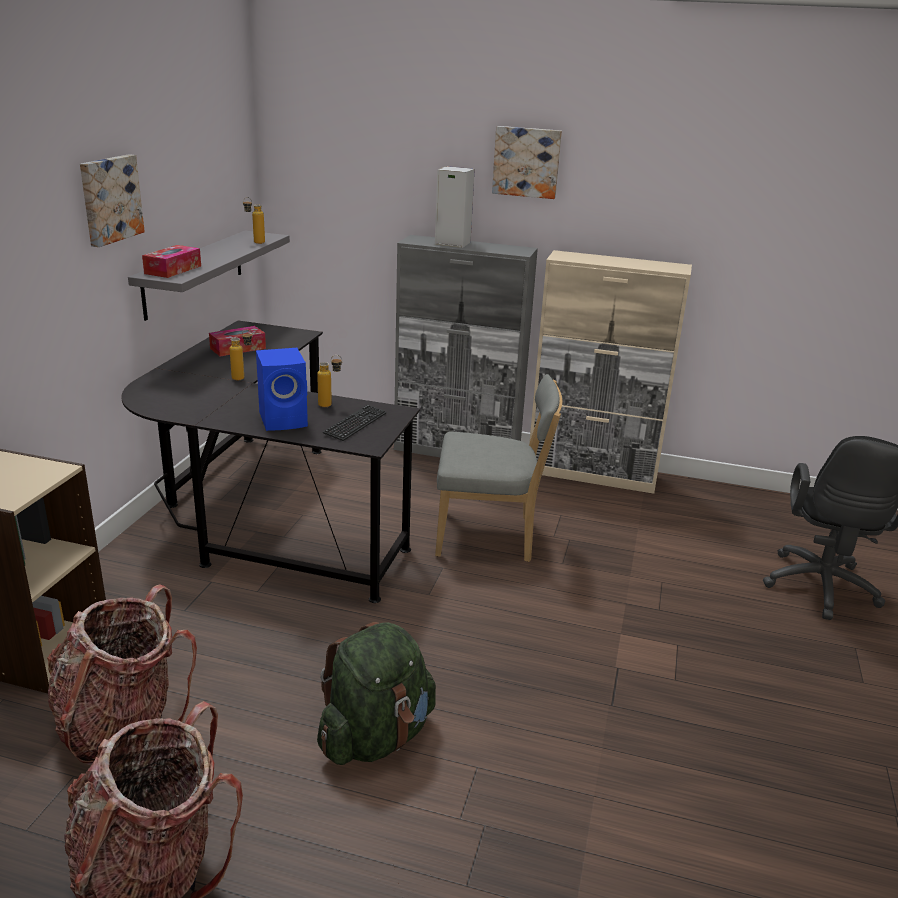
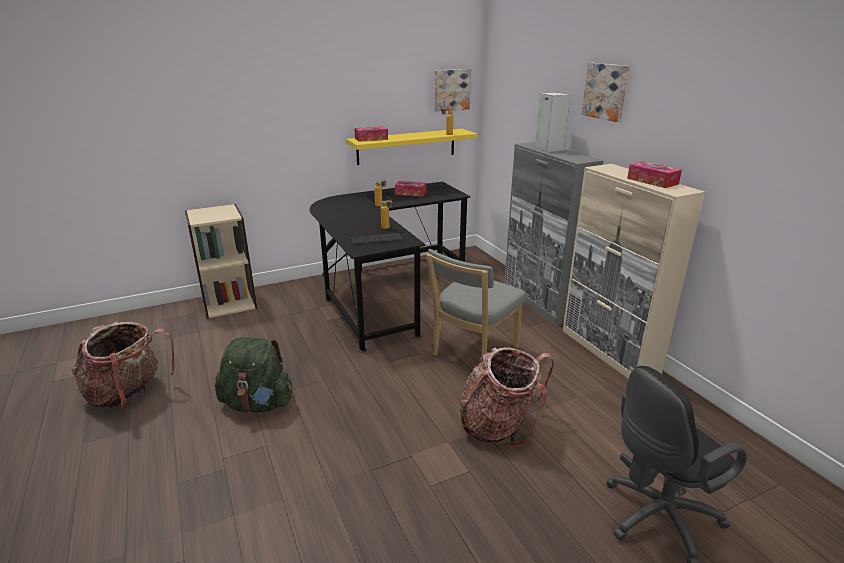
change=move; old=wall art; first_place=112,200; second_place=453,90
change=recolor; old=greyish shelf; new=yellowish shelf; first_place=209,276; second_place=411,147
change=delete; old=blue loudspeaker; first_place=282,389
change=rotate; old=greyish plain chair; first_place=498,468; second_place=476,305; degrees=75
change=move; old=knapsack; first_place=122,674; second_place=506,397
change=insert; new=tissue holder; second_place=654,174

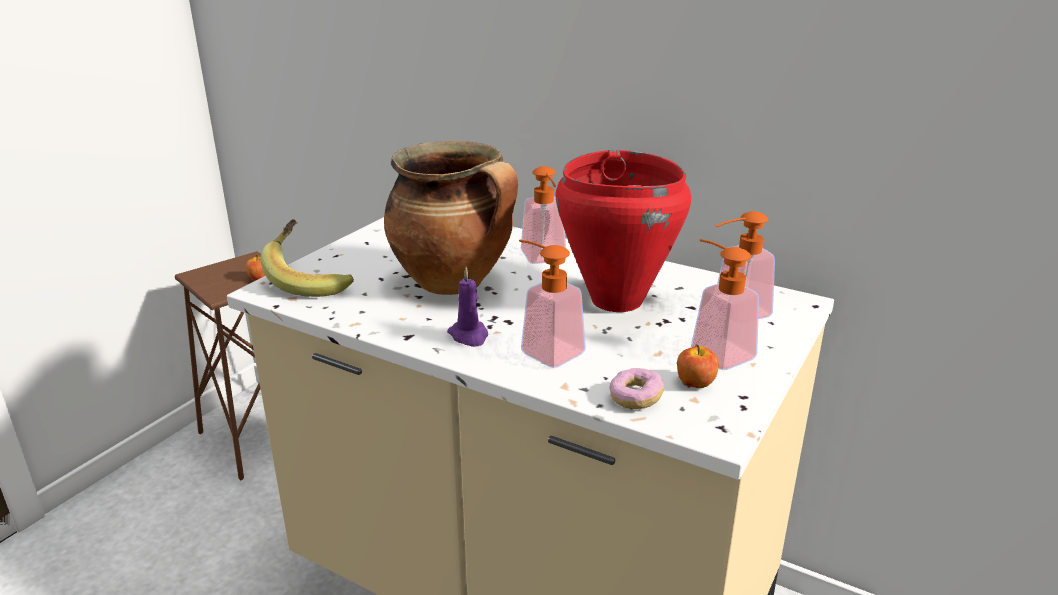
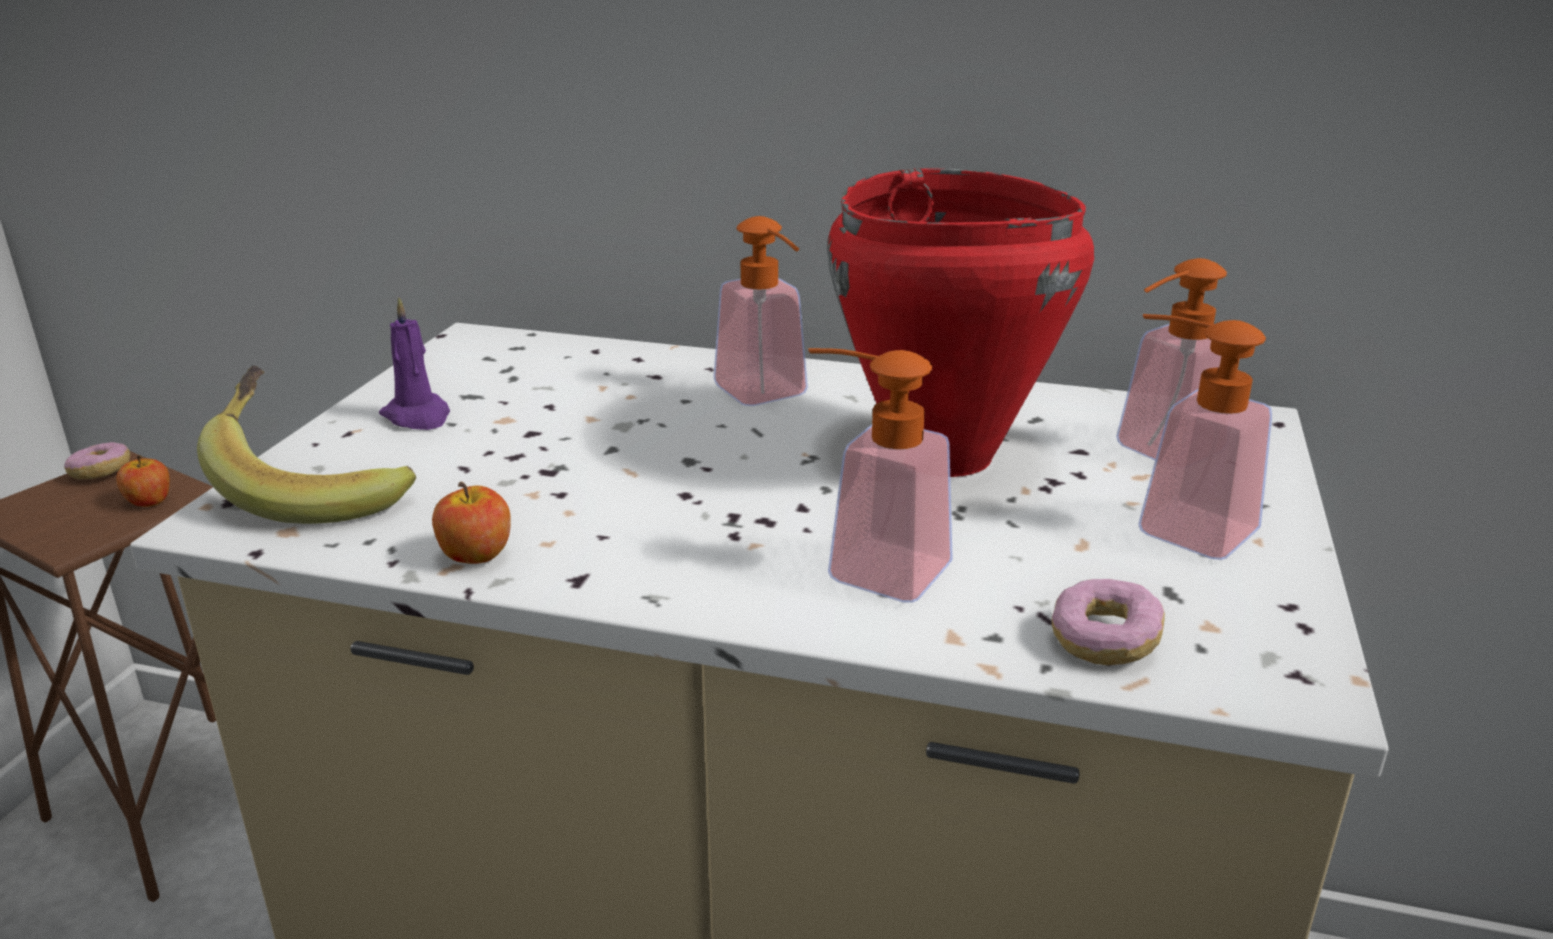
change=delete; old=stockpot; first_place=451,218
change=move; old=purplish candle; first_place=467,307; second_place=414,363
change=move; old=apple; first_place=698,366; second_place=471,523
change=insert; new=ring doughnut; second_place=97,461

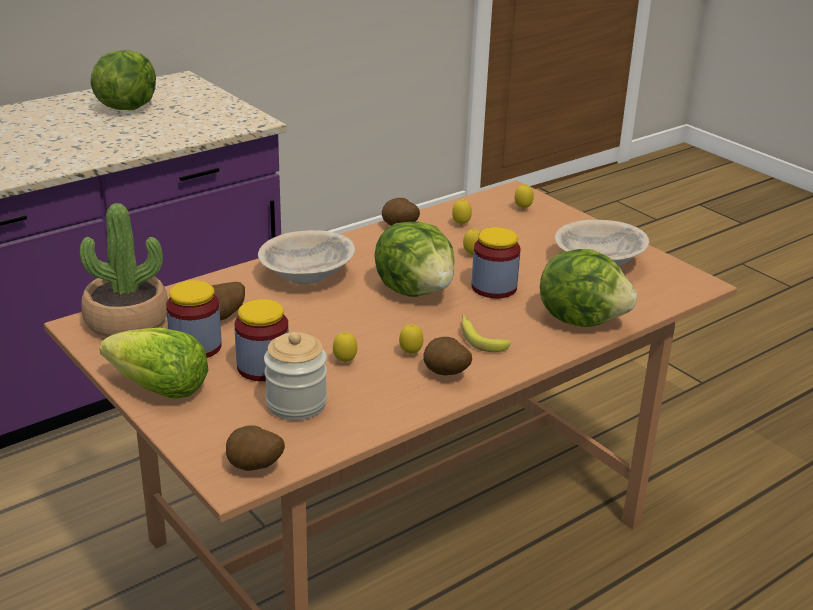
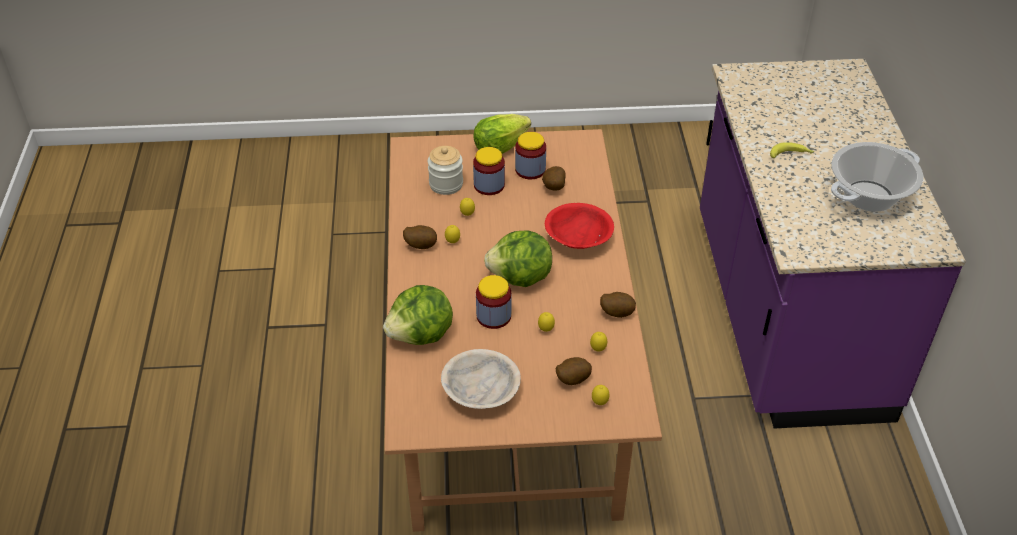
change=replace; old=lettuce; new=stockpot; first_place=123,80; second_place=877,177
change=delete; old=plant in a pot; first_place=124,270
change=recolor; old=beige-coloured deep dish; new=reddish deep dish; first_place=306,257; second_place=579,226
change=move; old=whole banana; first_place=486,333; second_place=792,150
change=move; old=spud; first_place=255,448; second_place=574,371

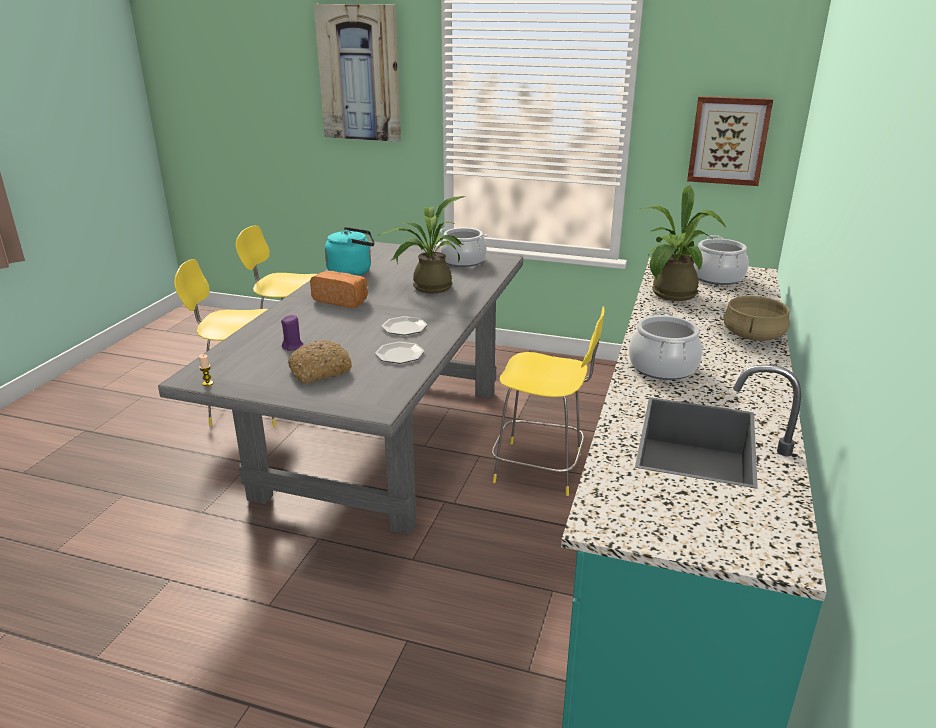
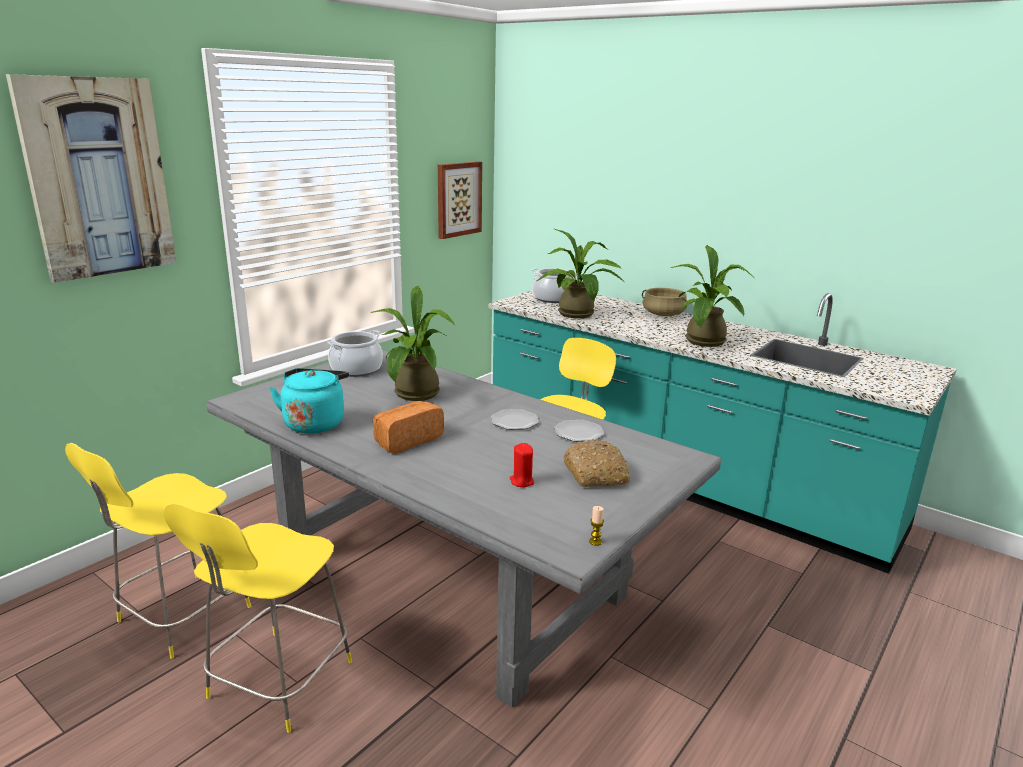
change=replace; old=stockpot; new=plant in a pot; first_place=665,345; second_place=712,296
change=recolor; old=purplish candle; new=reddish candle; first_place=292,333; second_place=522,465

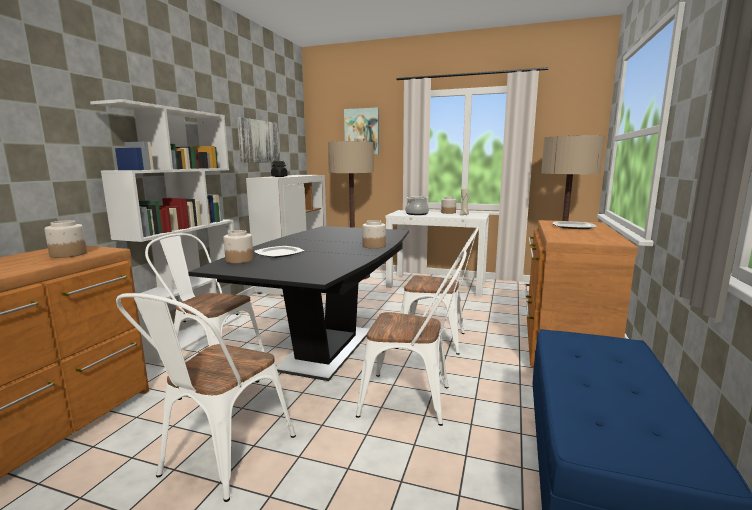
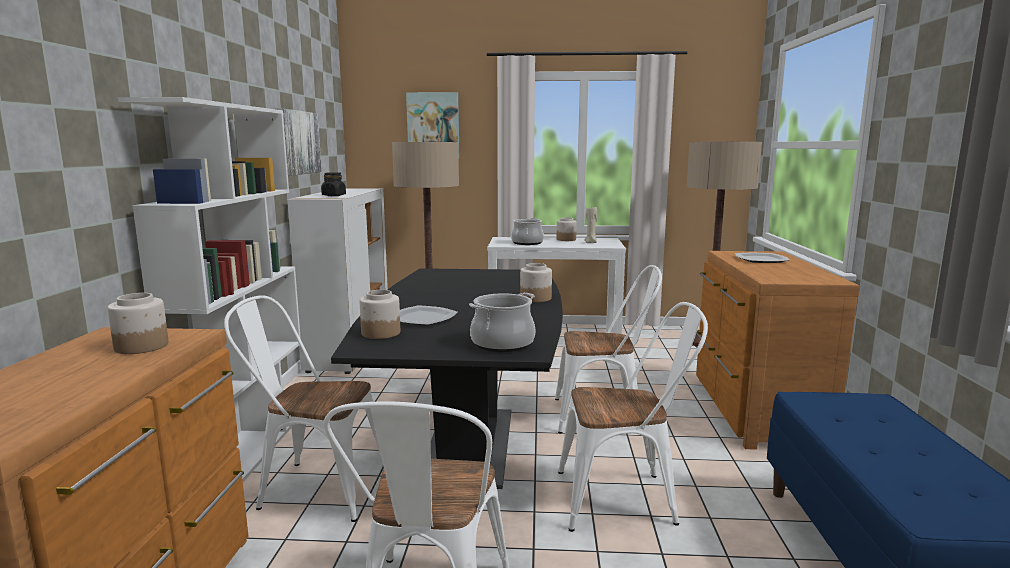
change=insert; new=stockpot; second_place=502,322

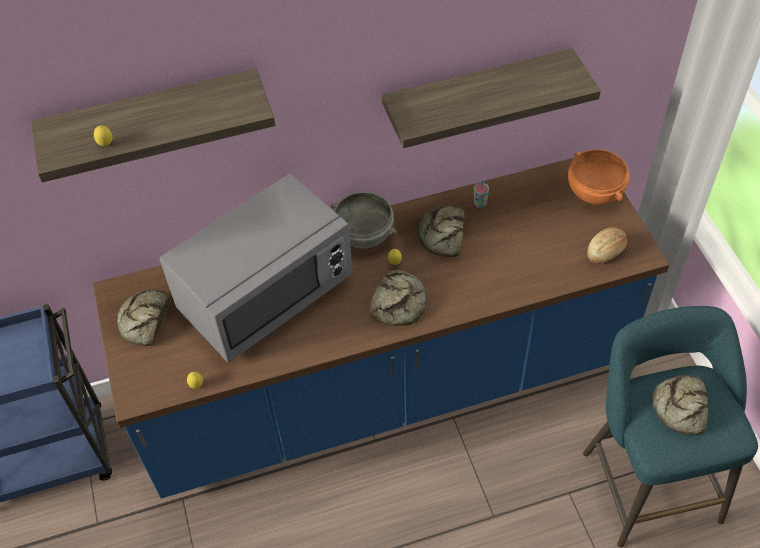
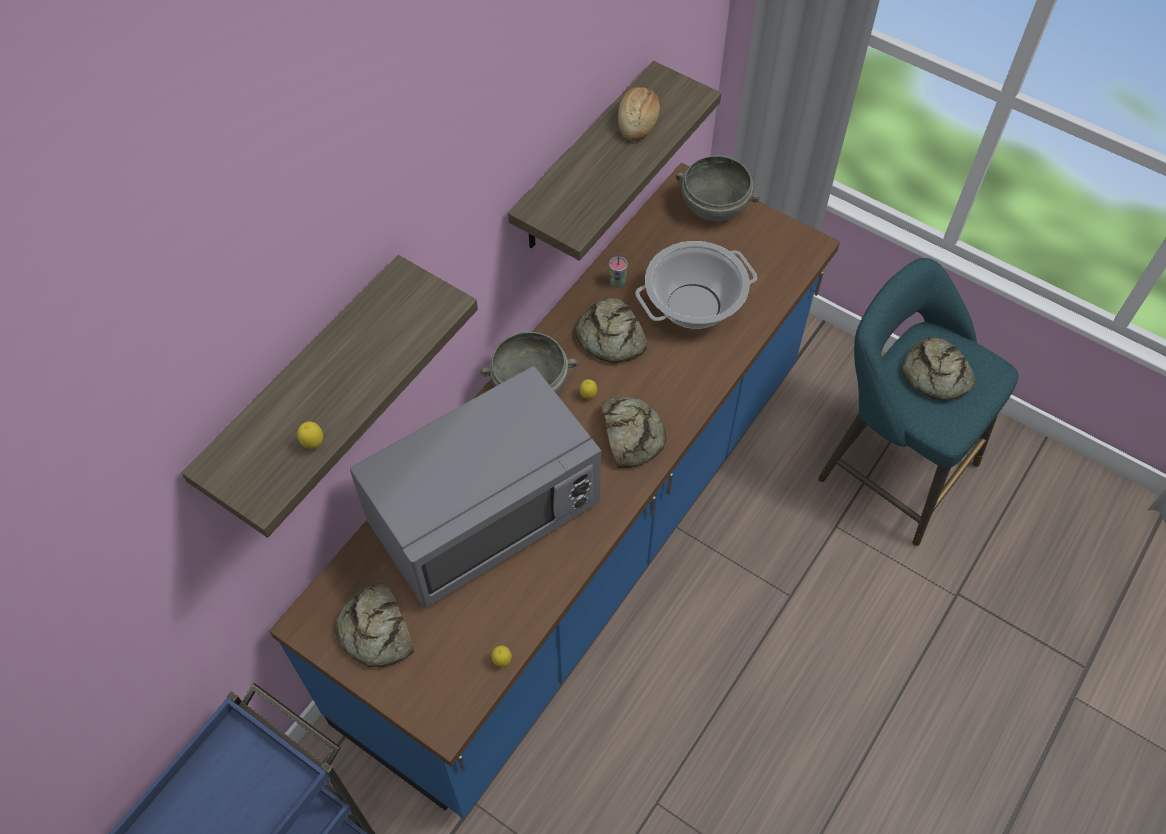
change=recolor; old=orange-coloured deep dish; new=greyish deep dish; first_place=599,177; second_place=718,188
change=rotate; old=greyish kitchen microwave; first_place=256,268; second_place=475,486; degrees=45
change=move; old=bakery bread; first_place=607,245; second_place=639,114
change=insert; new=stockpot; second_place=696,285

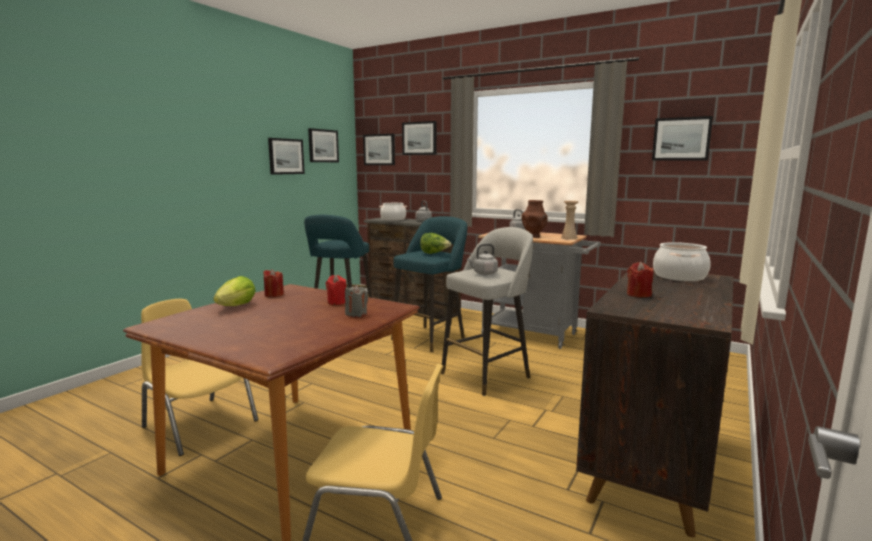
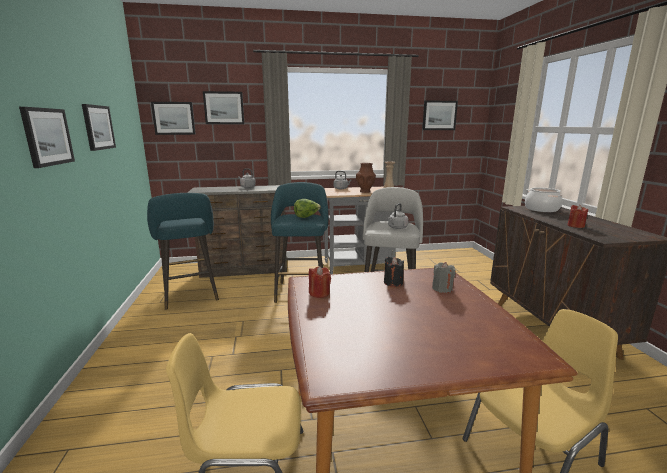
change=move; old=wall art; first_place=323,145; second_place=47,137
change=delete; old=stockpot; first_place=393,212
change=recolor; old=reddish candle; new=blackish candle; first_place=336,290; second_place=394,272
change=delete; old=lettuce; first_place=234,291

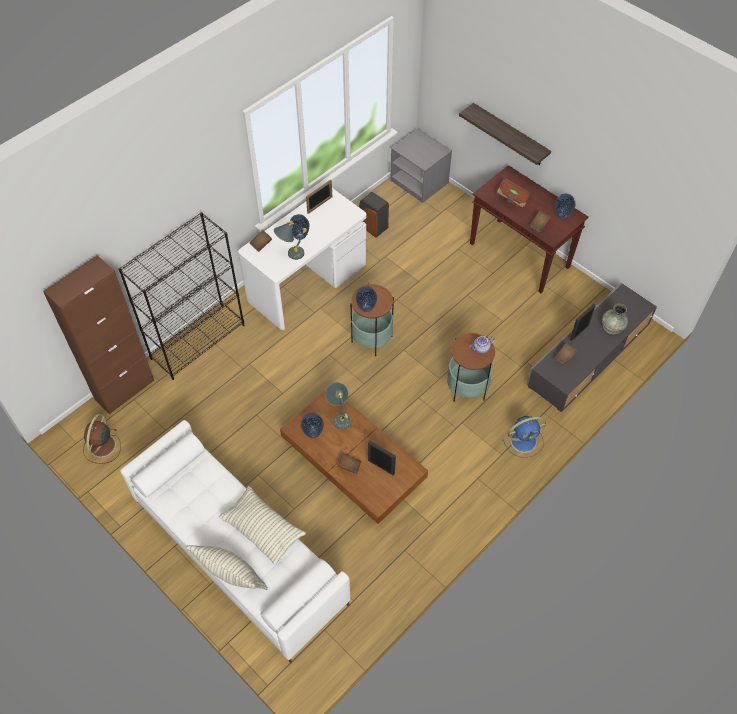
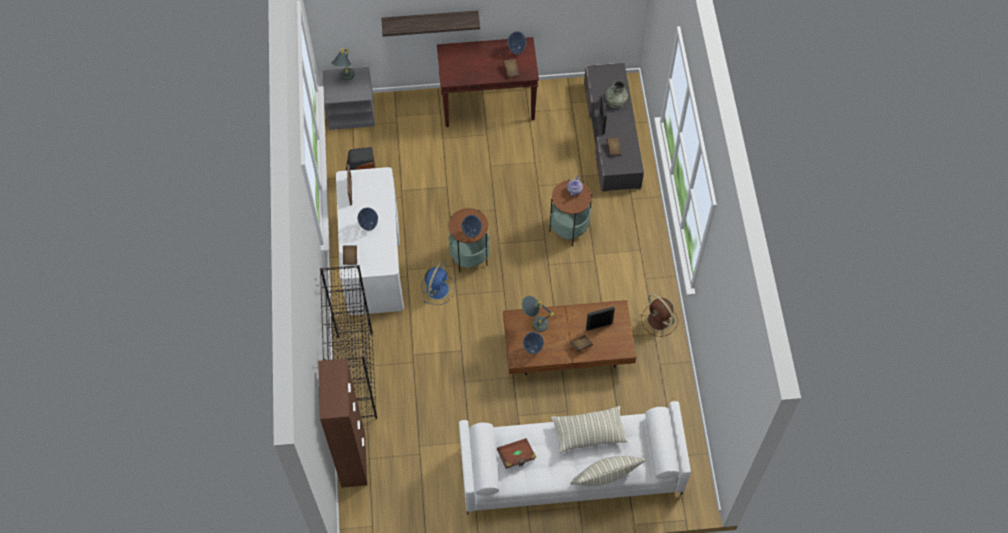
change=move; old=brown-coloured bound book; first_place=513,193; second_place=516,453
change=move; old=greyish lamp for a table; first_place=290,240; second_place=343,64
change=move; old=brown-coloured fan; first_place=102,439; second_place=659,315
change=move; old=blue fan; first_place=524,437; second_place=438,283

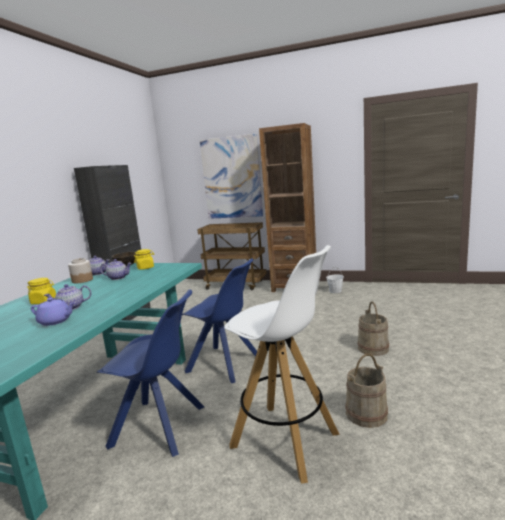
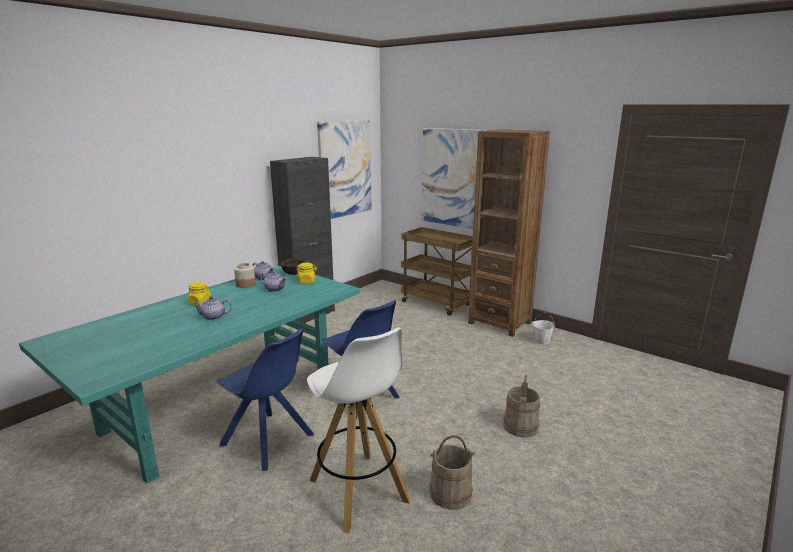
change=delete; old=purplish tea pot; first_place=53,312
change=insert; new=wall art; second_place=344,169

